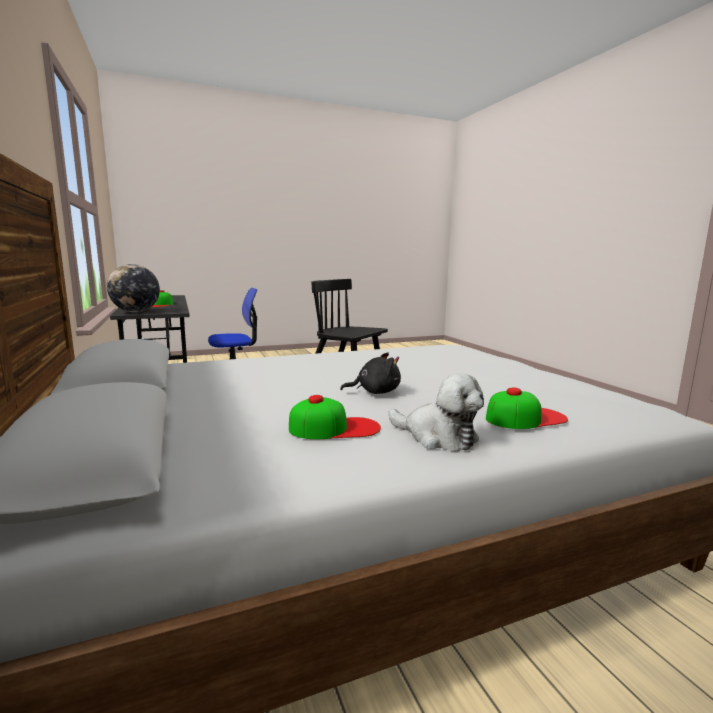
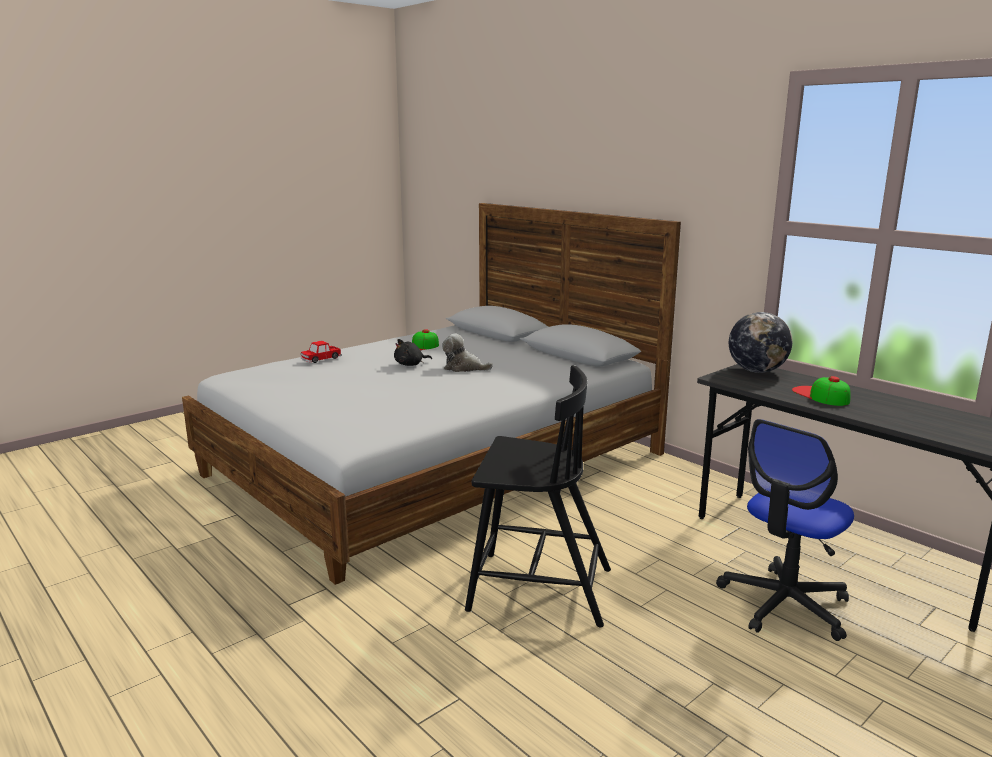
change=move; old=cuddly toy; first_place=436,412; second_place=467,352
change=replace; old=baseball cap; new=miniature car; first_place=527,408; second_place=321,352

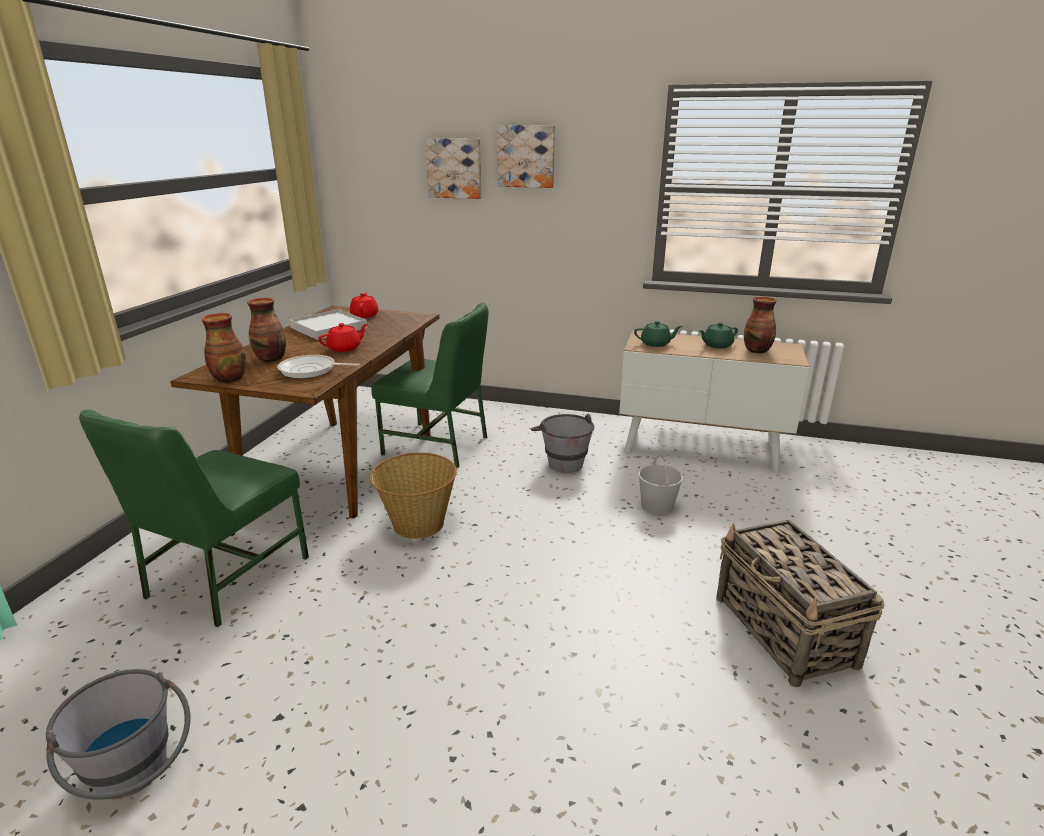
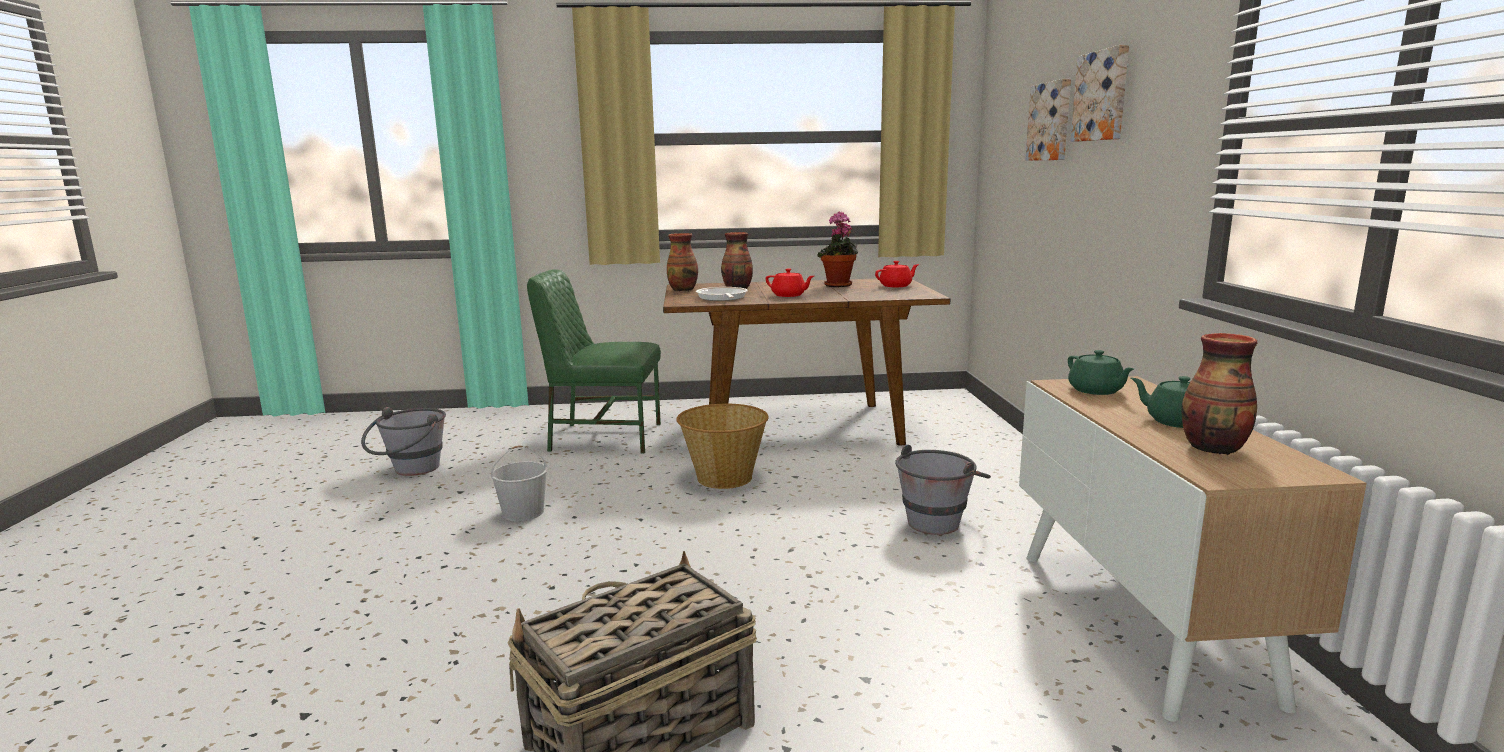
change=delete; old=greenish plain chair; first_place=429,385
change=replace; old=whitish serving tray; new=plant in a pot; first_place=328,324; second_place=838,249
change=move; old=whitish pail; first_place=660,485; second_place=519,483

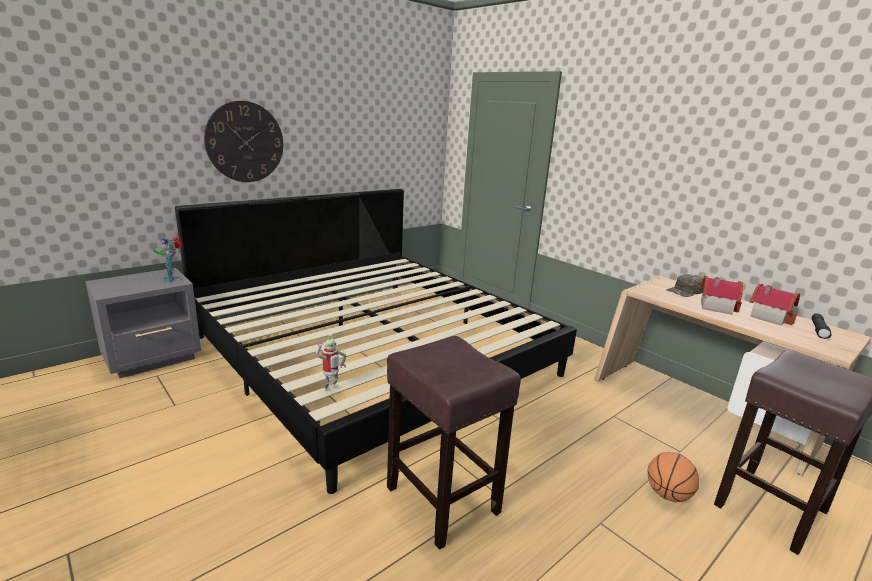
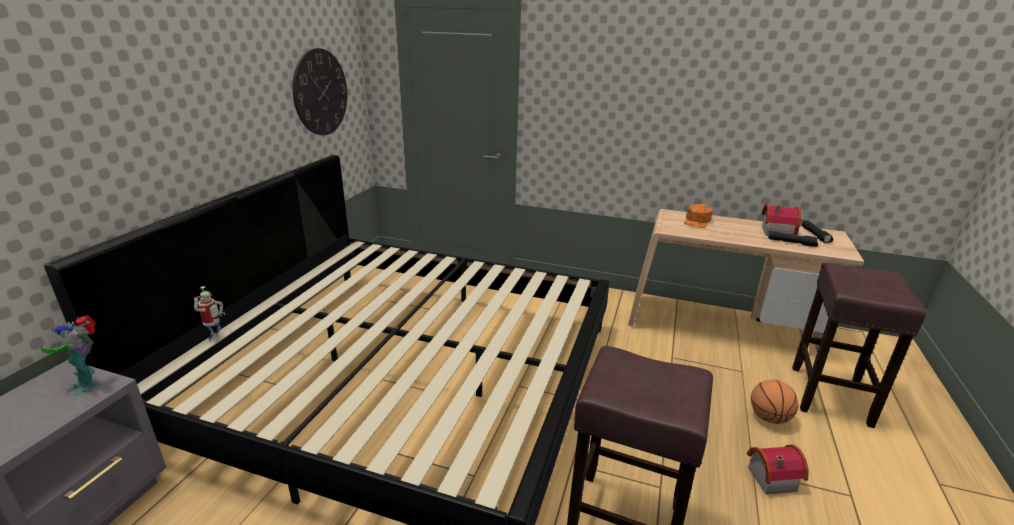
change=move; old=wall clock; first_place=243,141; second_place=320,91
change=recolor; old=greenish baseball cap; new=orange-coloured baseball cap; first_place=685,285; second_place=698,216
change=move; old=toy house; first_place=722,295; second_place=778,469
change=move; old=toy robot; first_place=331,362; second_place=209,314
change=insert; new=blackish hand torch; second_place=793,239

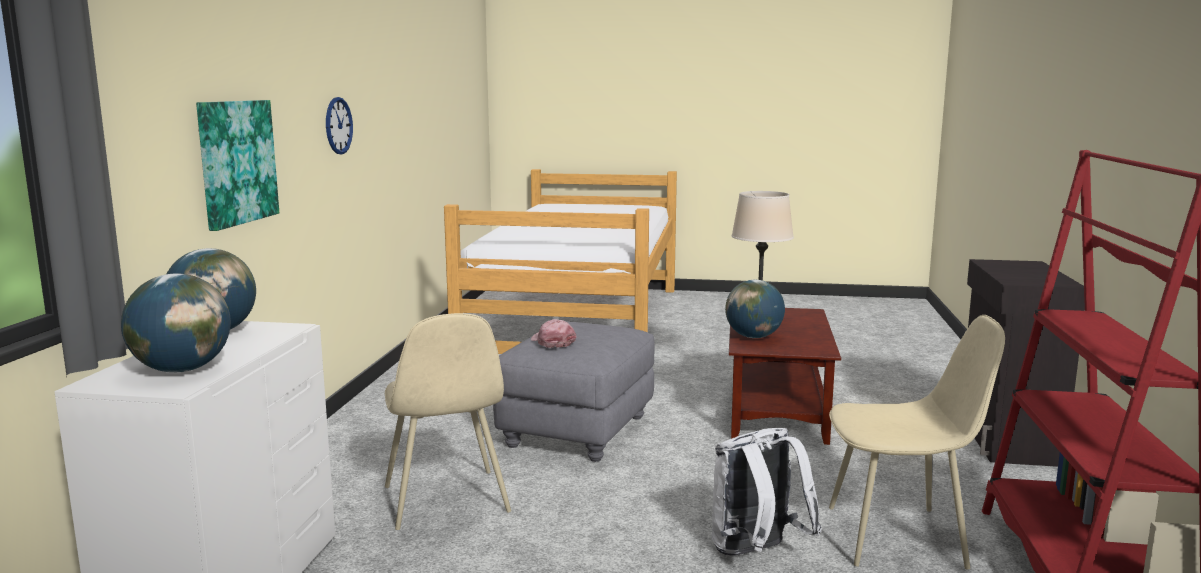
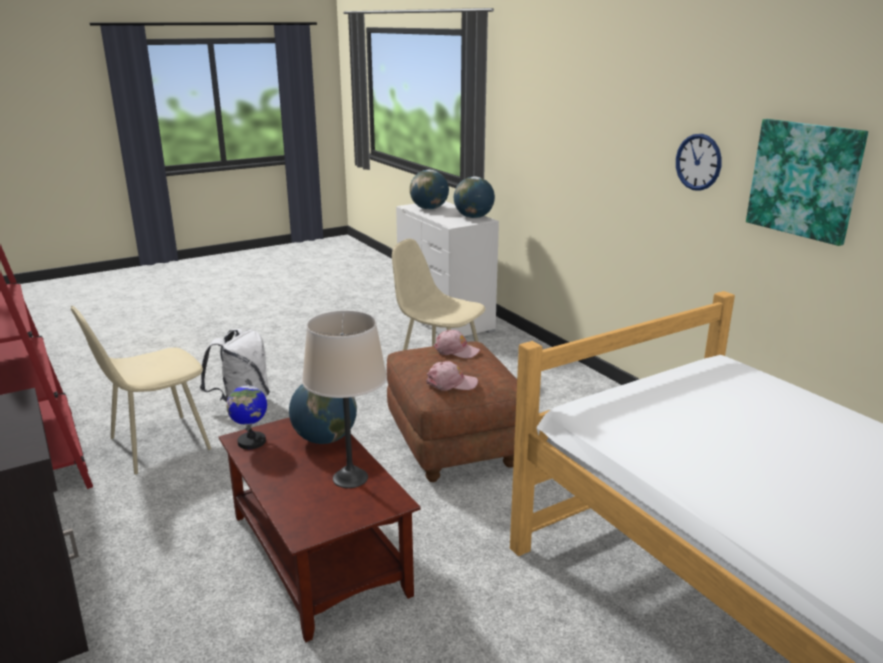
change=move; old=wall art; first_place=237,165; second_place=807,182
change=recolor; old=greyish pouffe; new=brown-coloured pouffe; first_place=573,391; second_place=452,411
change=insert; new=pink-coloured baseball cap; second_place=452,376
change=insert; new=globe; second_place=246,414

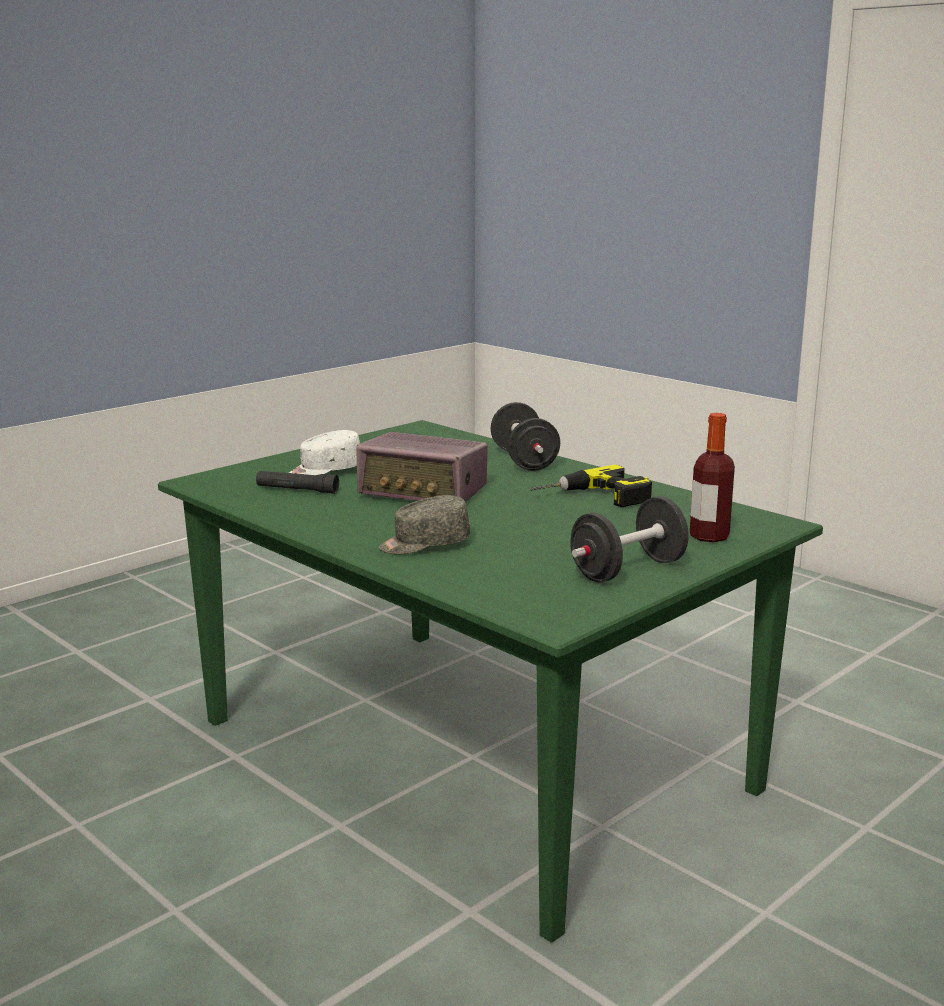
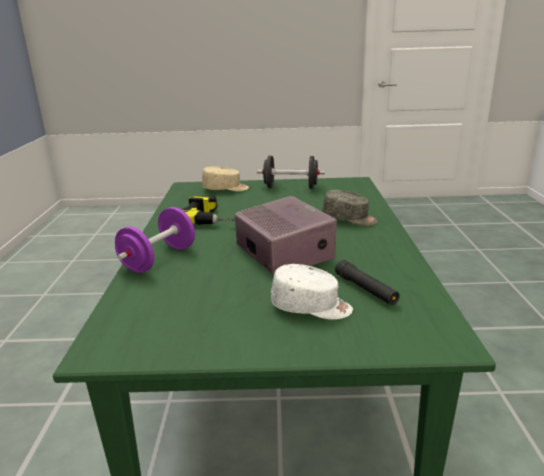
change=recolor; old=blackish free weight; new=purplish free weight; first_place=525,436; second_place=155,240
change=replace; old=beverage bottle; new=beige-coloured baseball cap; first_place=712,477; second_place=225,178

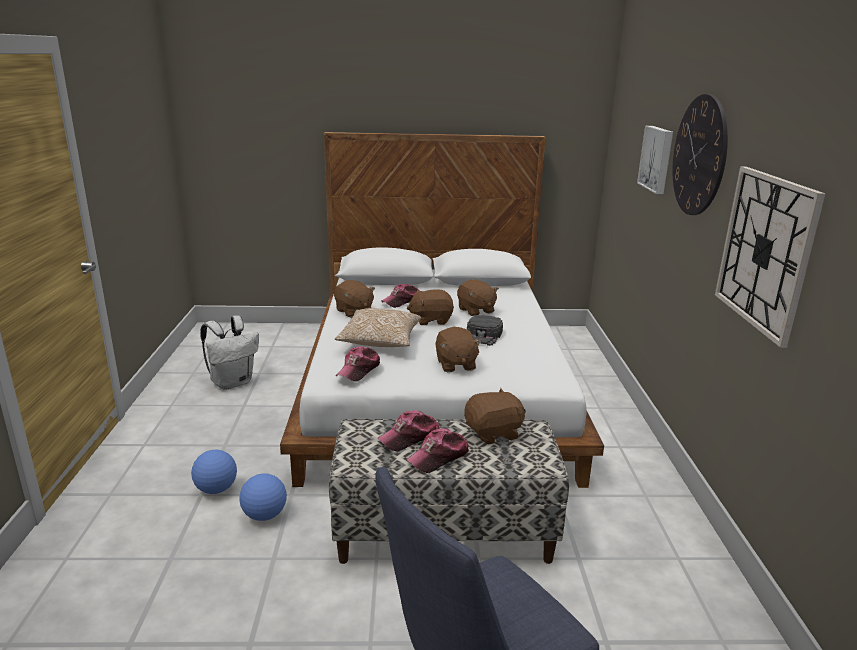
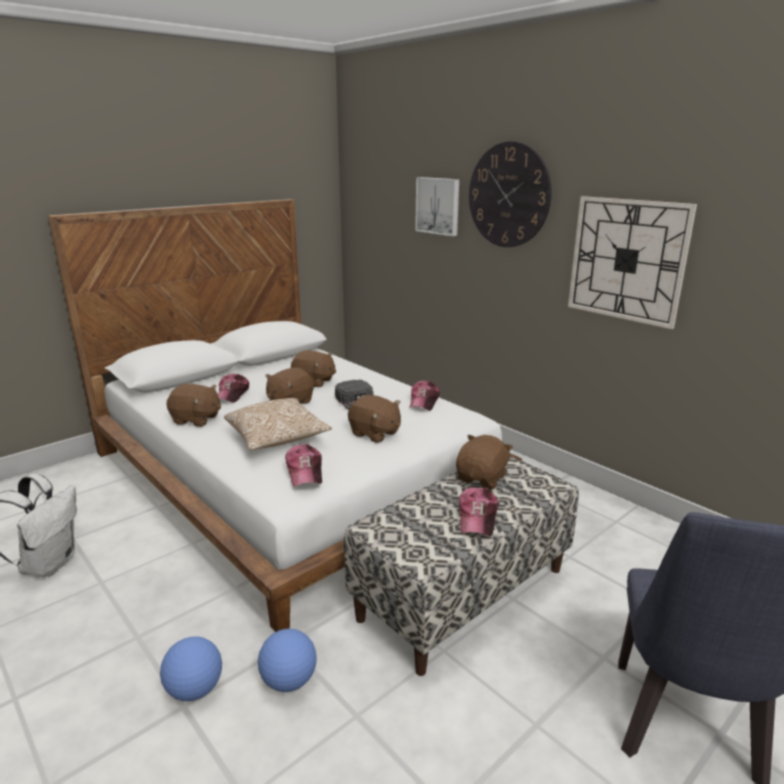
change=move; old=baseball cap; first_place=408,430; second_place=424,396

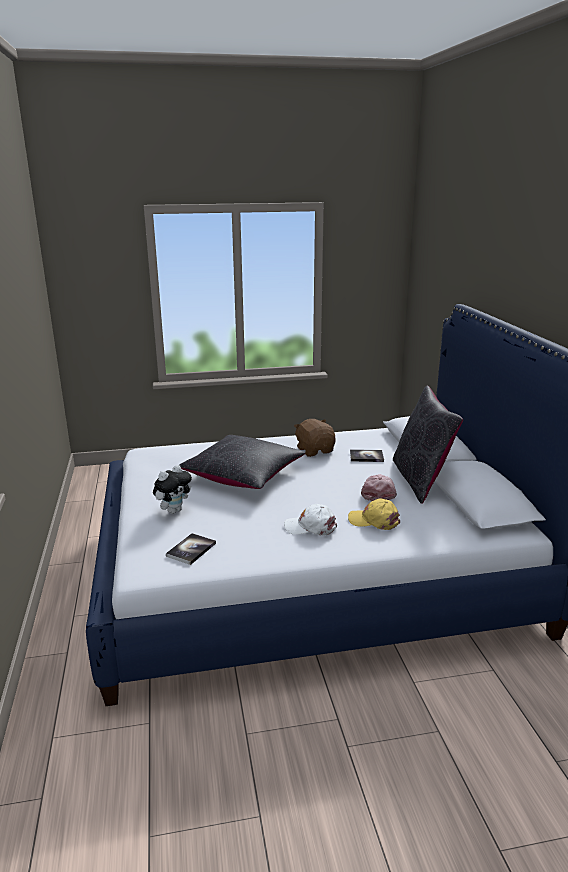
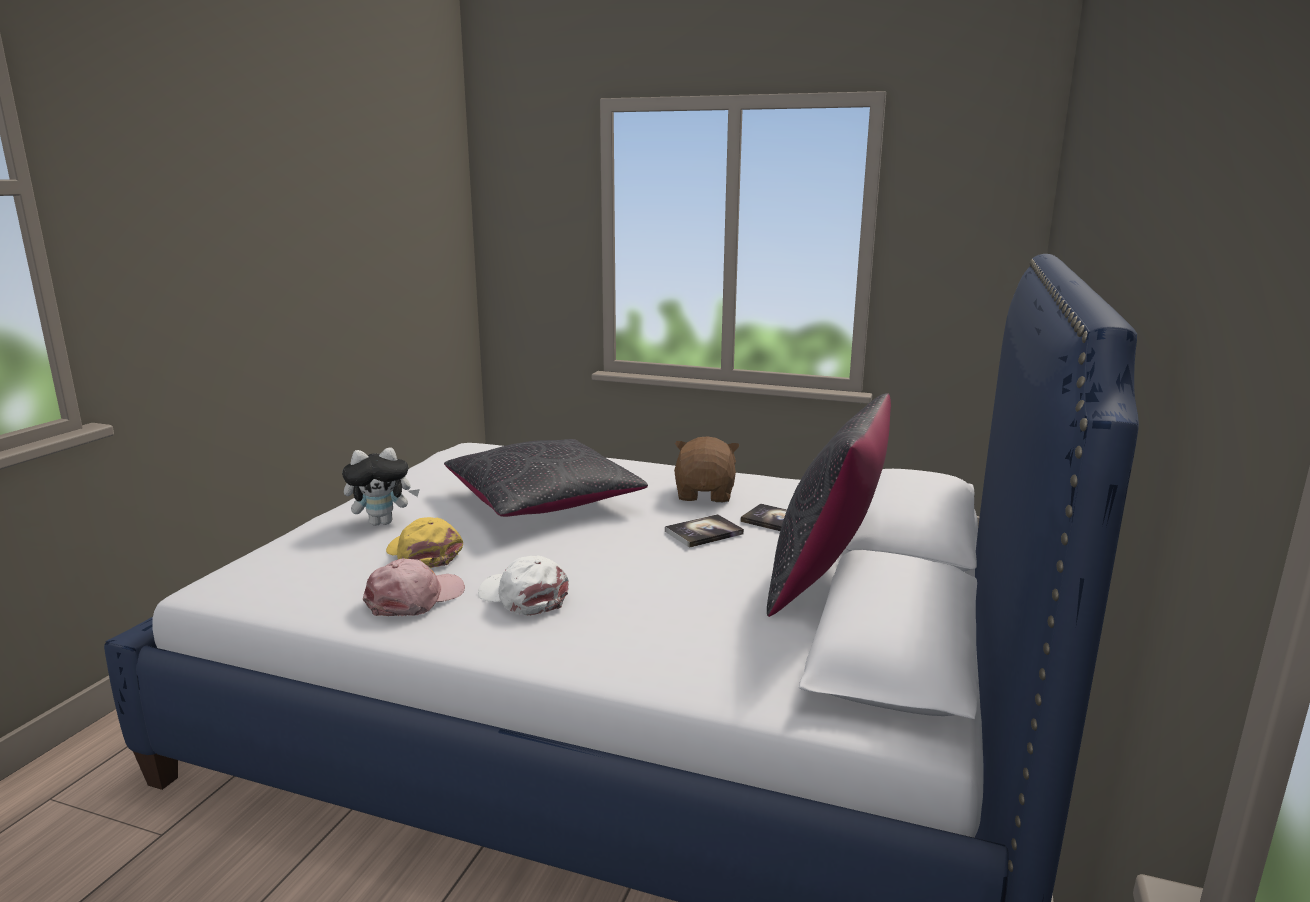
change=move; old=pink-coloured baseball cap; first_place=379,487; second_place=414,587
change=move; old=yellowish baseball cap; first_place=374,514; second_place=424,542
change=move; old=bound book; first_place=191,549; second_place=704,531

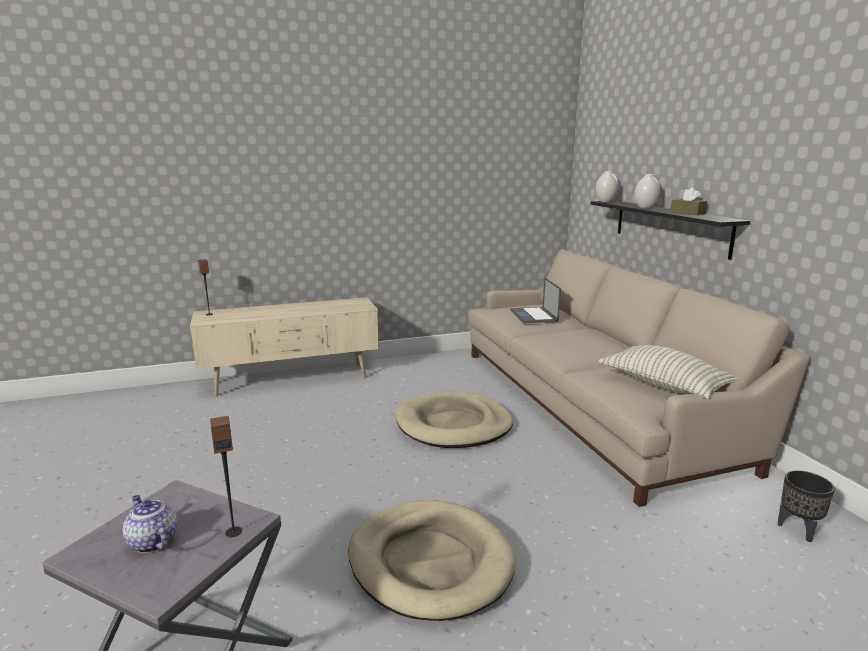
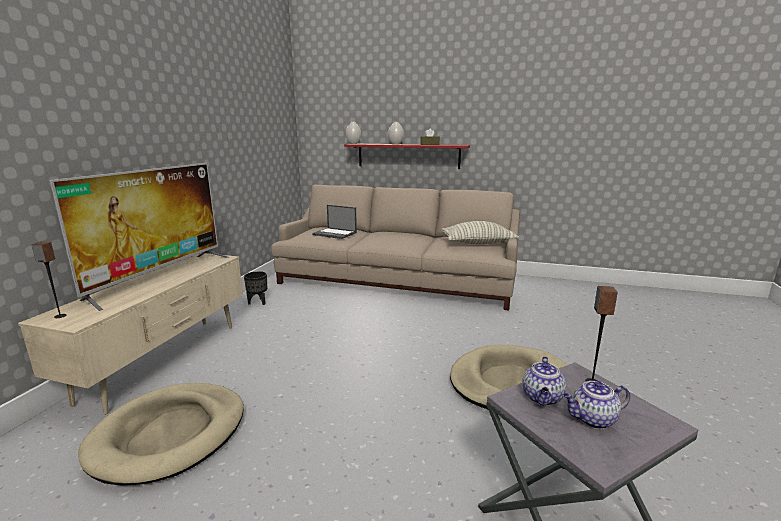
change=recolor; old=blackish shelf; new=reddish shelf; first_place=670,230; second_place=407,156
change=move; old=beige-coloured dog bed; first_place=454,419; second_place=161,434
change=move; old=blackish plant pot; first_place=806,506; second_place=255,288
change=insert; new=television; second_place=139,237
change=insert; new=tea pot; second_place=544,381

